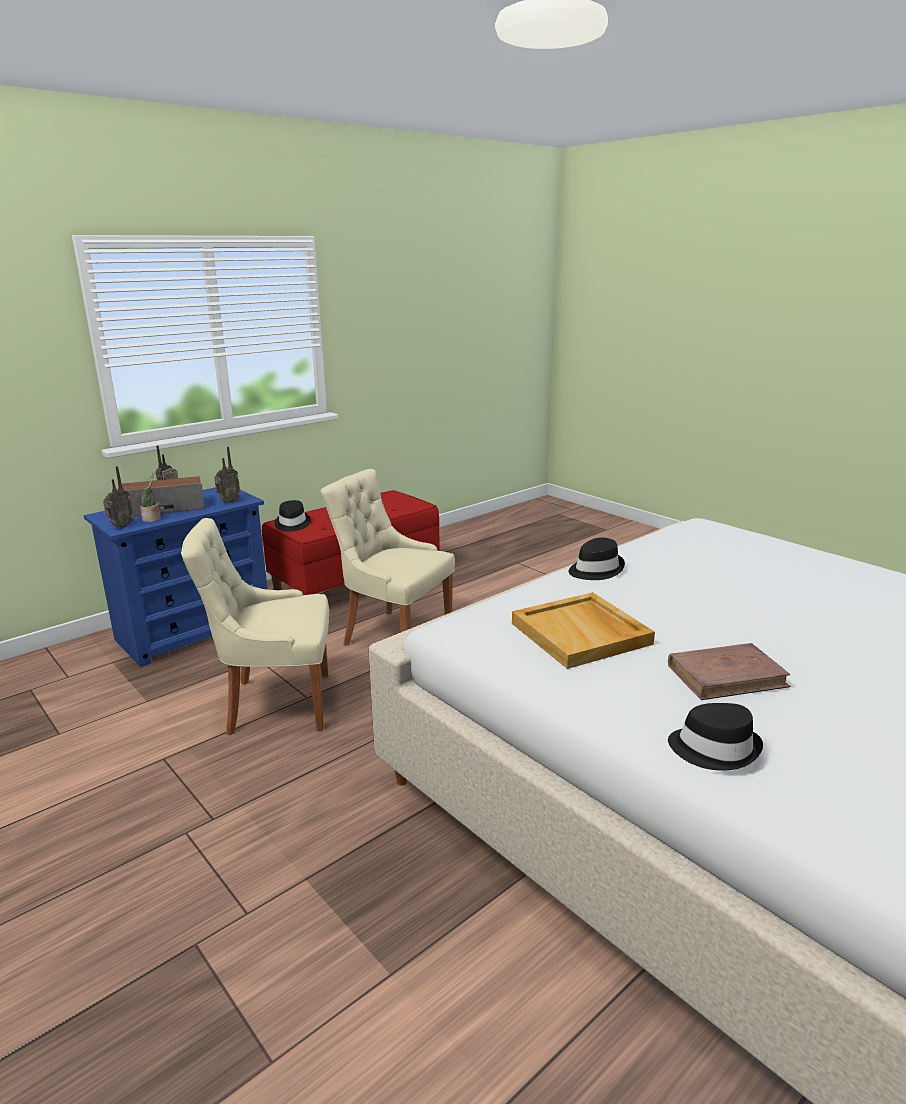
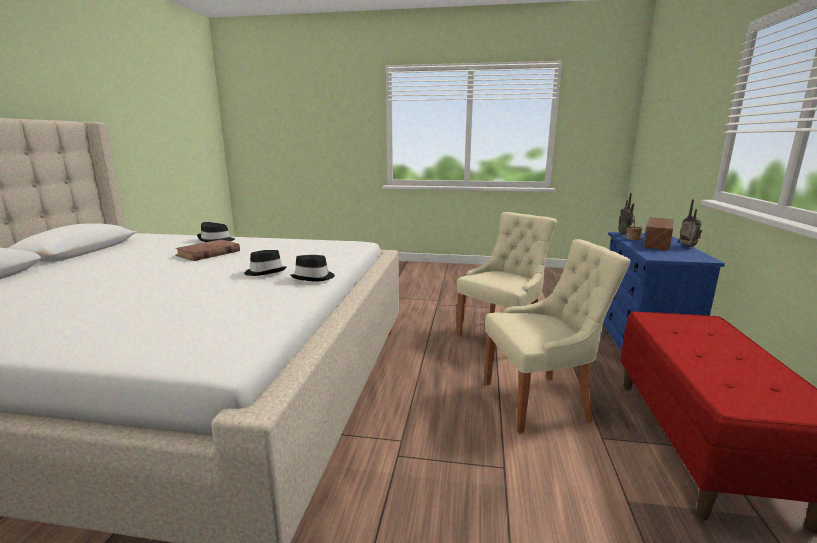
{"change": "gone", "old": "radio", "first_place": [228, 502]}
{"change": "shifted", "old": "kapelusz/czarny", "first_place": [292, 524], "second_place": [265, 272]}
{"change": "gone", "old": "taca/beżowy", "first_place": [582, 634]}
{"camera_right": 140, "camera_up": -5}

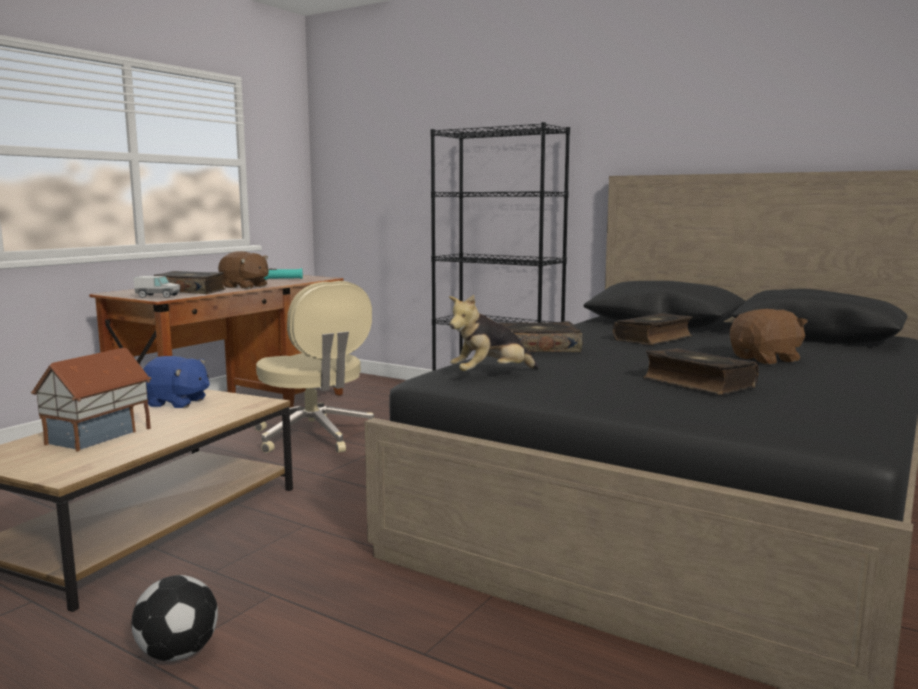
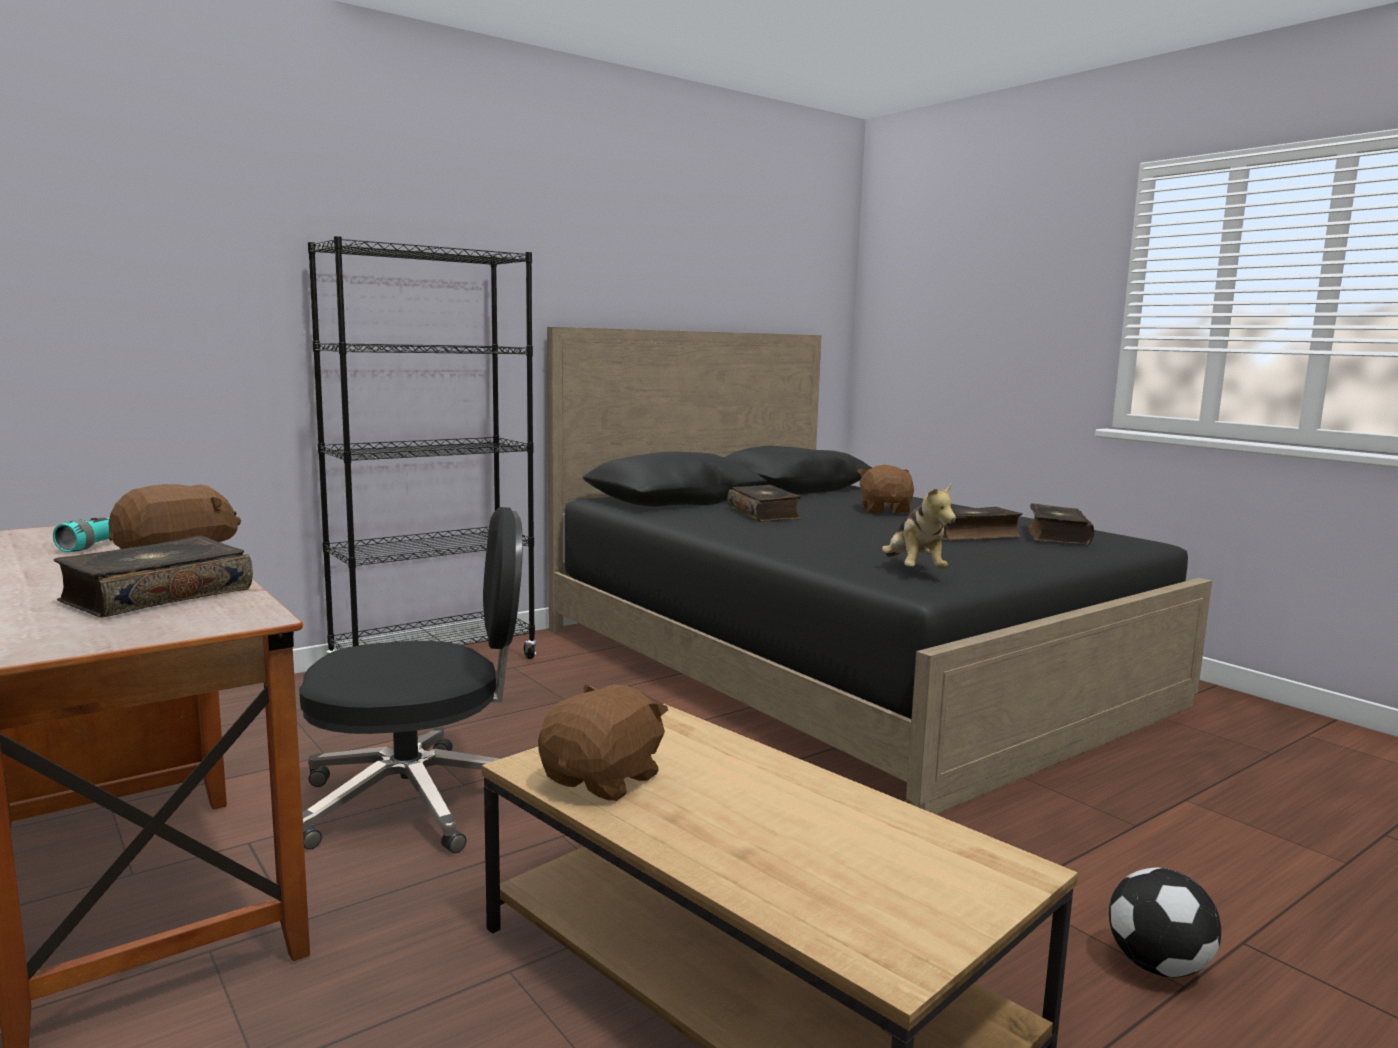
{"change": "gone", "old": "domek", "first_place": [99, 436]}
{"change": "gone", "old": "ciężarówka zabawkowa", "first_place": [158, 296]}
{"change": "repainted", "old": "pluszak/niebieski", "new": "pluszak/brązowy", "first_place": [176, 403], "second_place": [604, 780]}
{"change": "repainted", "old": "krzesło biurowe/beżowy", "new": "krzesło biurowe/czarny", "first_place": [314, 436], "second_place": [418, 801]}
{"change": "shifted", "old": "książka", "first_place": [538, 348], "second_place": [1056, 536]}
{"camera_right": -70, "camera_up": 0}

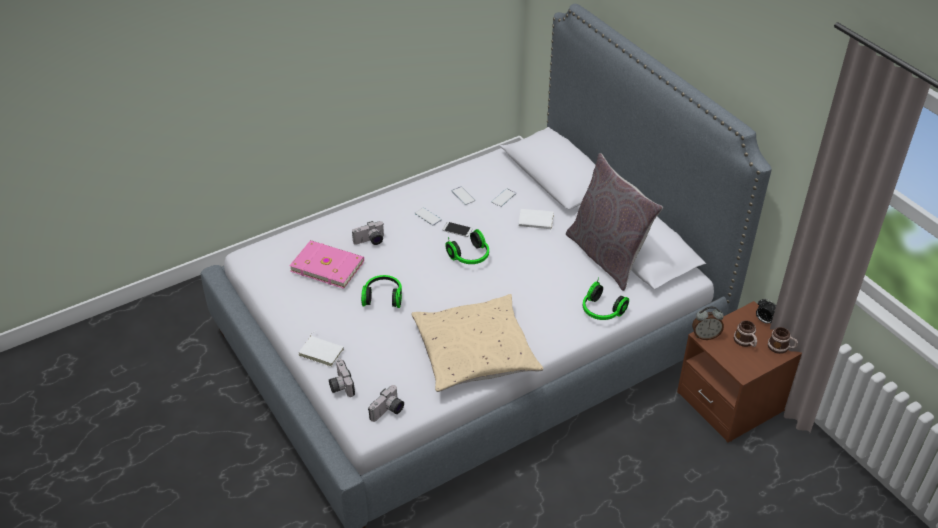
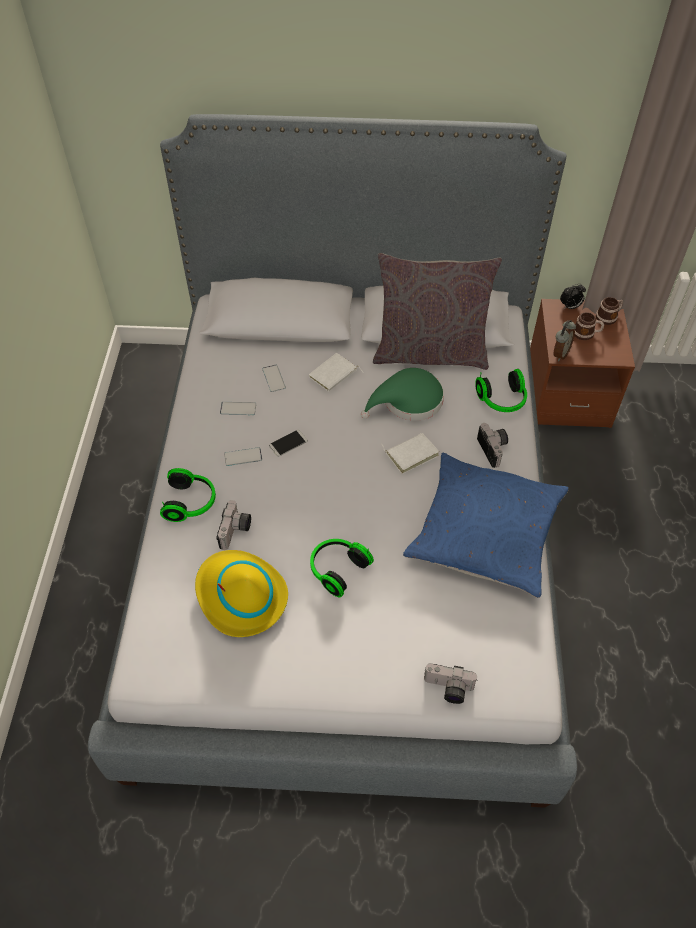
{"change": "swapped", "old": "książka/różowy", "new": "kapelusz/żółty", "first_place": [327, 265], "second_place": [240, 596]}
{"change": "shifted", "old": "książka/biały", "first_place": [322, 351], "second_place": [411, 453]}
{"change": "shifted", "old": "aparat fotograficzny", "first_place": [388, 411], "second_place": [494, 449]}
{"change": "repainted", "old": "poduszka/beżowy", "new": "poduszka/niebieski", "first_place": [475, 352], "second_place": [485, 532]}
{"change": "shifted", "old": "słuchawki", "first_place": [470, 257], "second_place": [191, 502]}
{"change": "new", "new": "kapelusz/zielony", "second_place": [408, 402]}
{"camera_right": -55, "camera_up": 10}

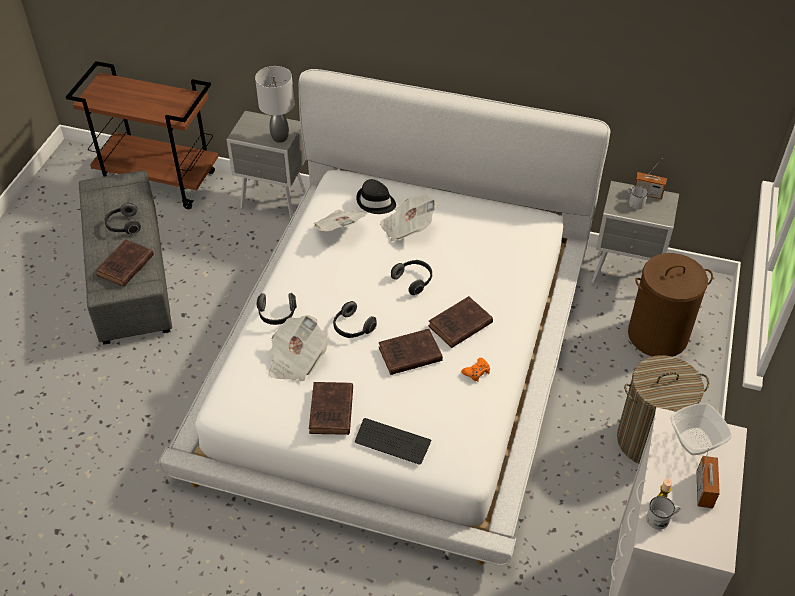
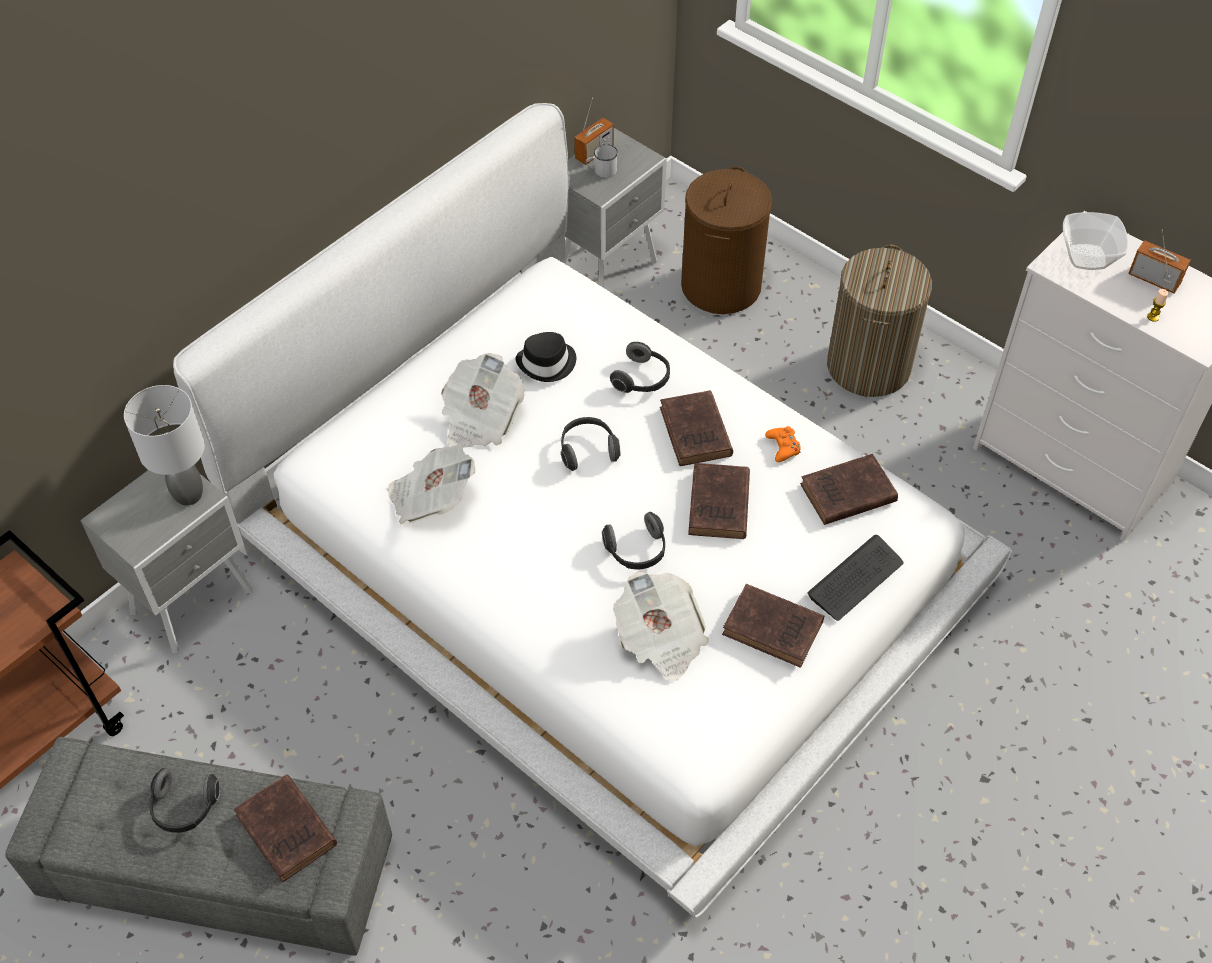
{"change": "shifted", "old": "słuchawki", "first_place": [277, 315], "second_place": [642, 379]}
{"change": "shifted", "old": "kapelusz/czarny", "first_place": [375, 202], "second_place": [547, 363]}
{"change": "gone", "old": "kubek/biały", "first_place": [661, 519]}
{"change": "new", "new": "książka/brązowy", "second_place": [845, 494]}
{"camera_right": -65, "camera_up": 5}

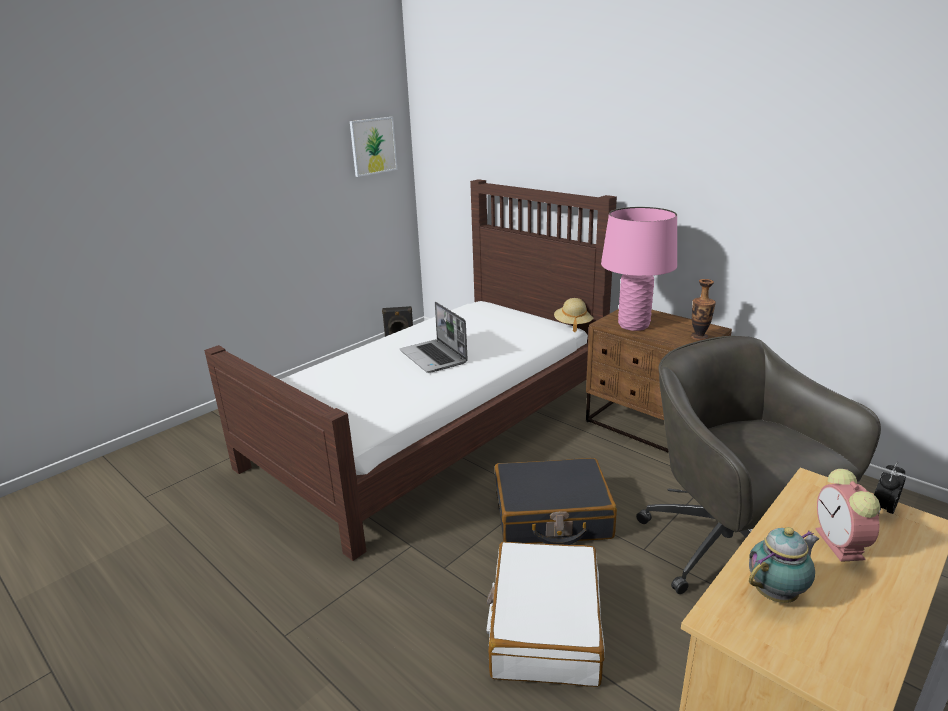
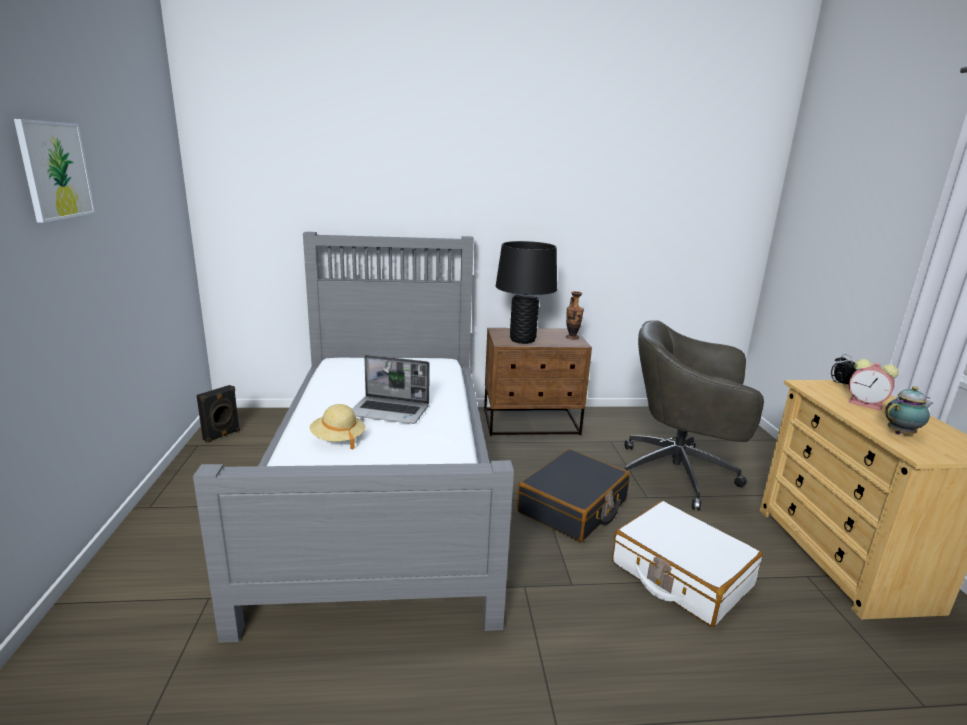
{"change": "repainted", "old": "łóżko/brązowy", "new": "łóżko/szary", "first_place": [436, 425], "second_place": [383, 487]}
{"change": "shifted", "old": "obraz", "first_place": [373, 146], "second_place": [55, 170]}
{"change": "shifted", "old": "kapelusz/beżowy", "first_place": [573, 324], "second_place": [338, 439]}
{"change": "repainted", "old": "lampa stołowa/różowy", "new": "lampa stołowa/czarny", "first_place": [633, 325], "second_place": [522, 340]}
{"change": "rotated", "old": "imbryk", "first_place": [777, 593], "second_place": [902, 433], "degrees": 60}
{"camera_right": -50, "camera_up": -5}

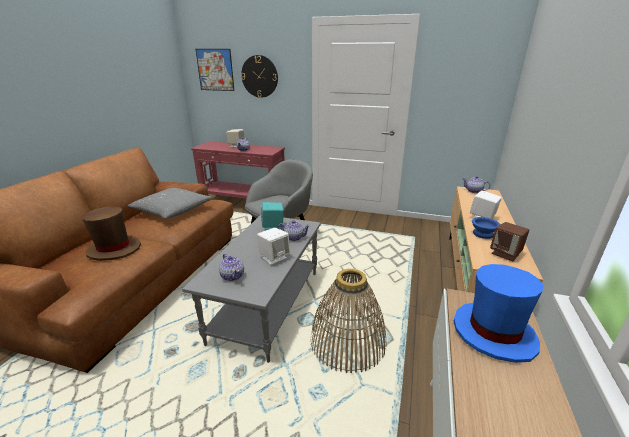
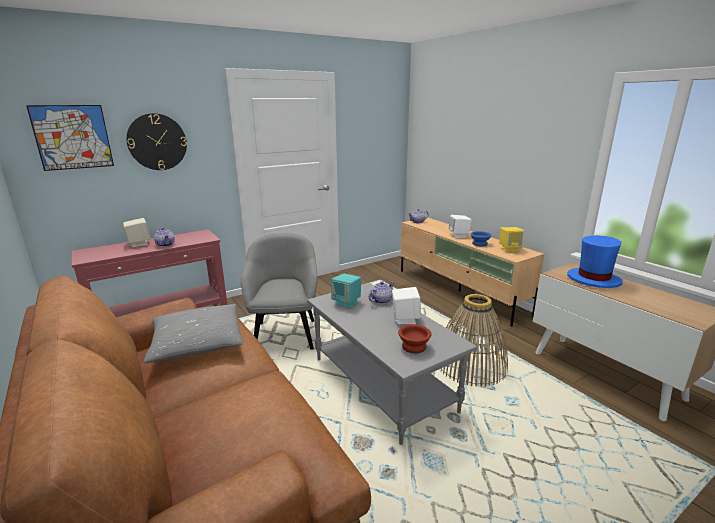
{"change": "gone", "old": "kapelusz/brązowy", "first_place": [114, 249]}
{"change": "swapped", "old": "imbryk", "new": "miska/brązowy", "first_place": [232, 276], "second_place": [413, 346]}
{"change": "repainted", "old": "głośnik/brązowy", "new": "głośnik/żółty", "first_place": [505, 254], "second_place": [509, 249]}
{"camera_right": -50, "camera_up": -5}

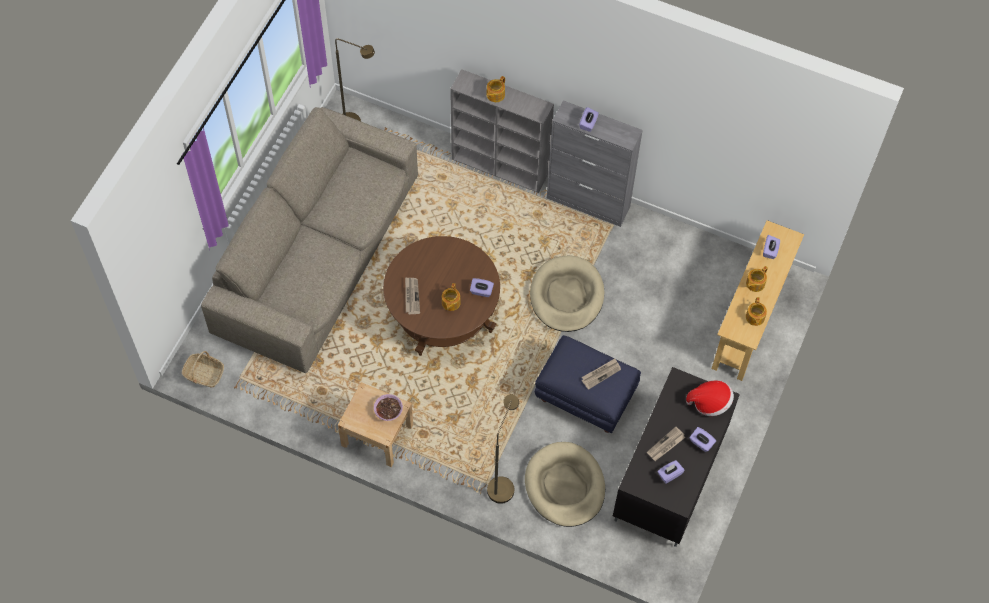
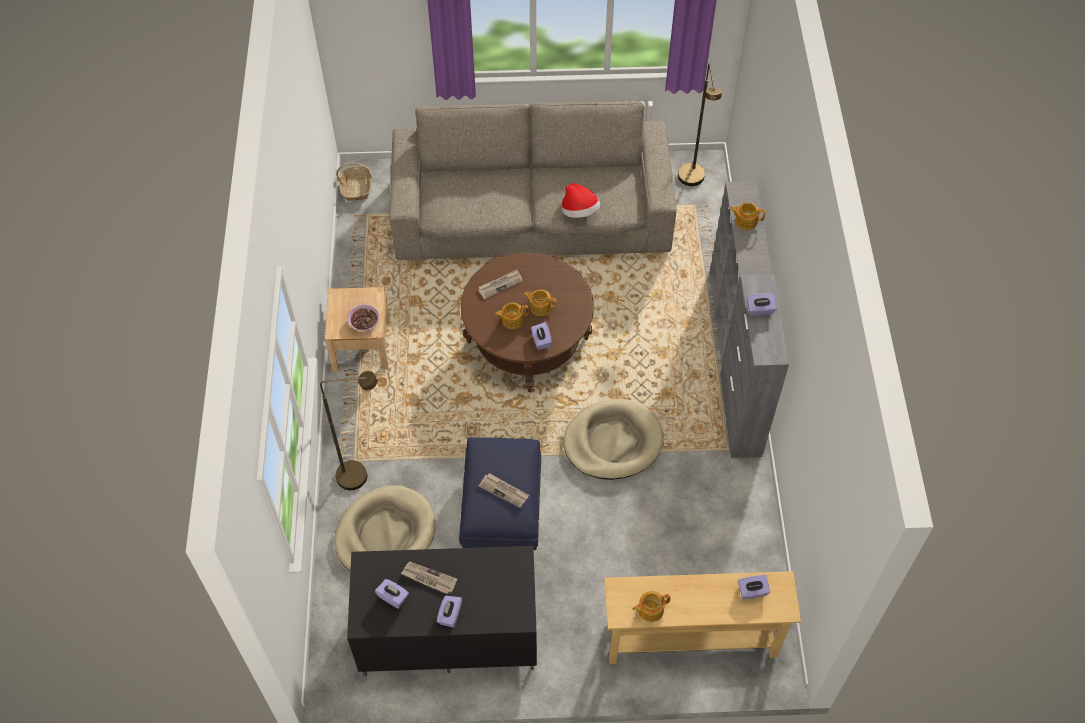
{"change": "shifted", "old": "kapelusz", "first_place": [710, 402], "second_place": [579, 212]}
{"change": "shifted", "old": "imbryk", "first_place": [754, 283], "second_place": [540, 307]}
{"camera_right": 65, "camera_up": -5}

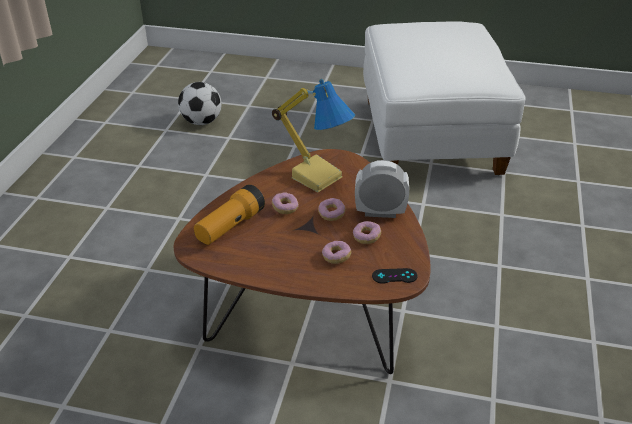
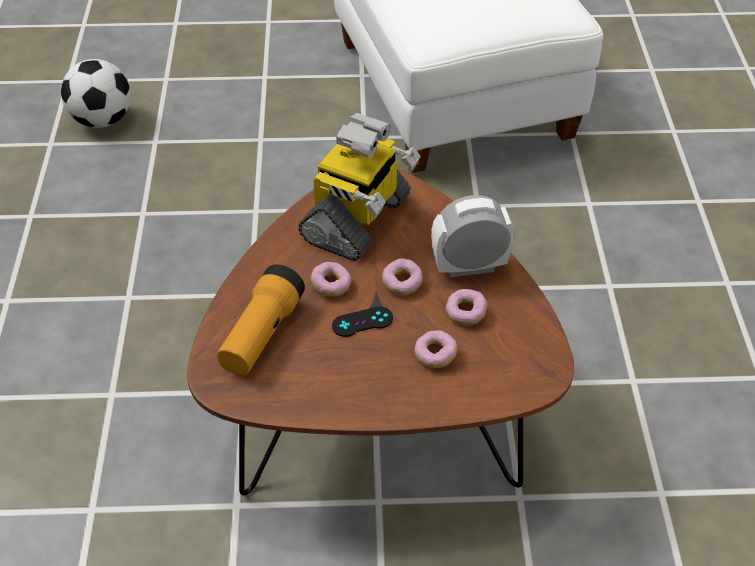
{"change": "swapped", "old": "lampa stołowa", "new": "robot zabawkowy", "first_place": [317, 176], "second_place": [358, 220]}
{"change": "shifted", "old": "pad do gier/czarny", "first_place": [394, 276], "second_place": [362, 322]}
{"camera_right": -15, "camera_up": 10}

